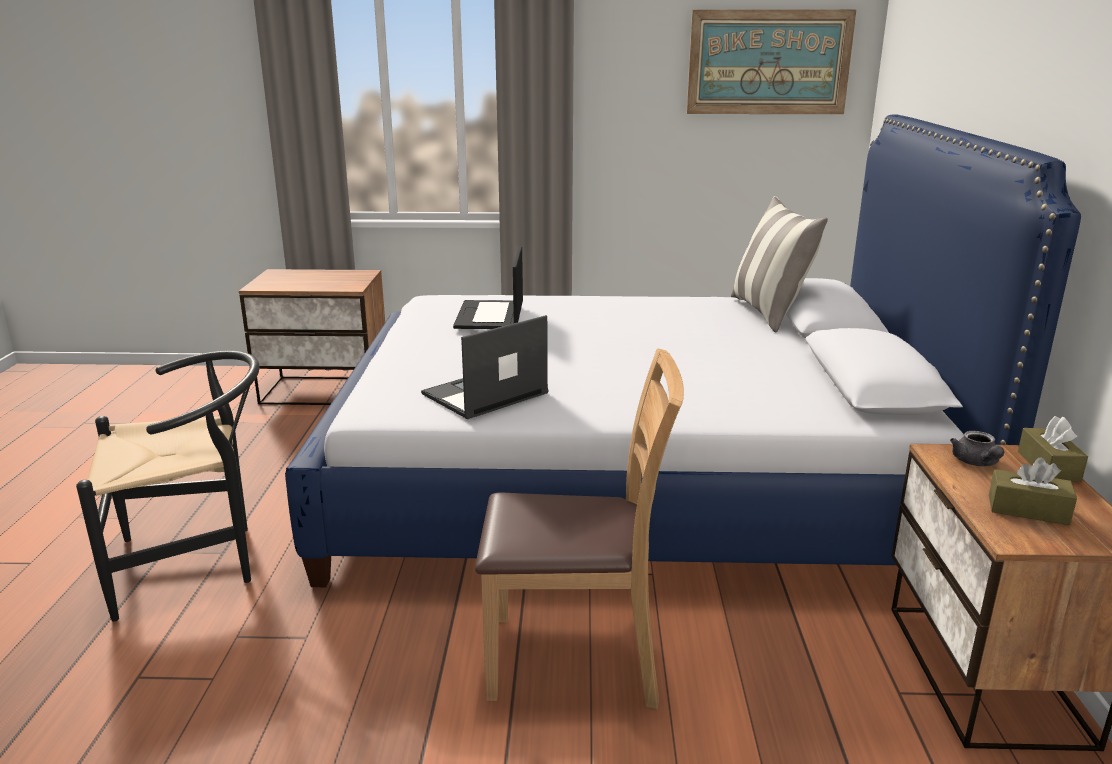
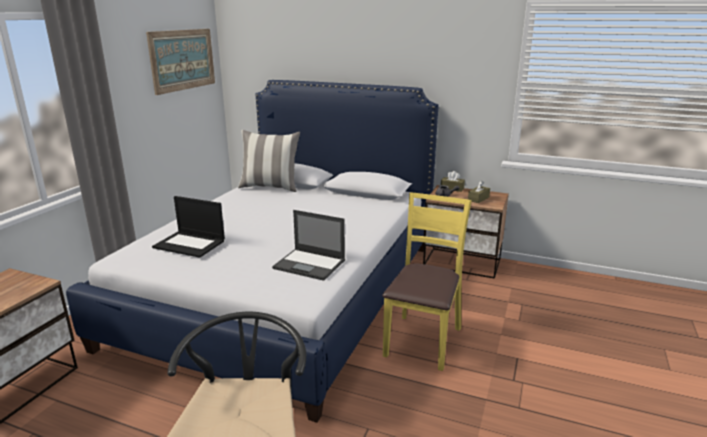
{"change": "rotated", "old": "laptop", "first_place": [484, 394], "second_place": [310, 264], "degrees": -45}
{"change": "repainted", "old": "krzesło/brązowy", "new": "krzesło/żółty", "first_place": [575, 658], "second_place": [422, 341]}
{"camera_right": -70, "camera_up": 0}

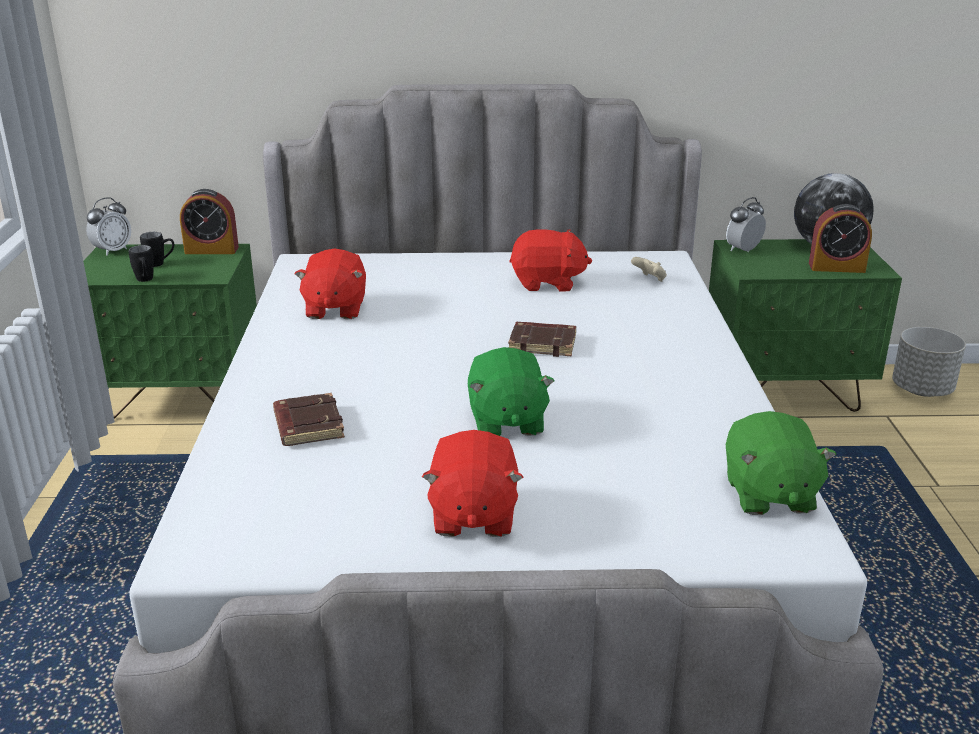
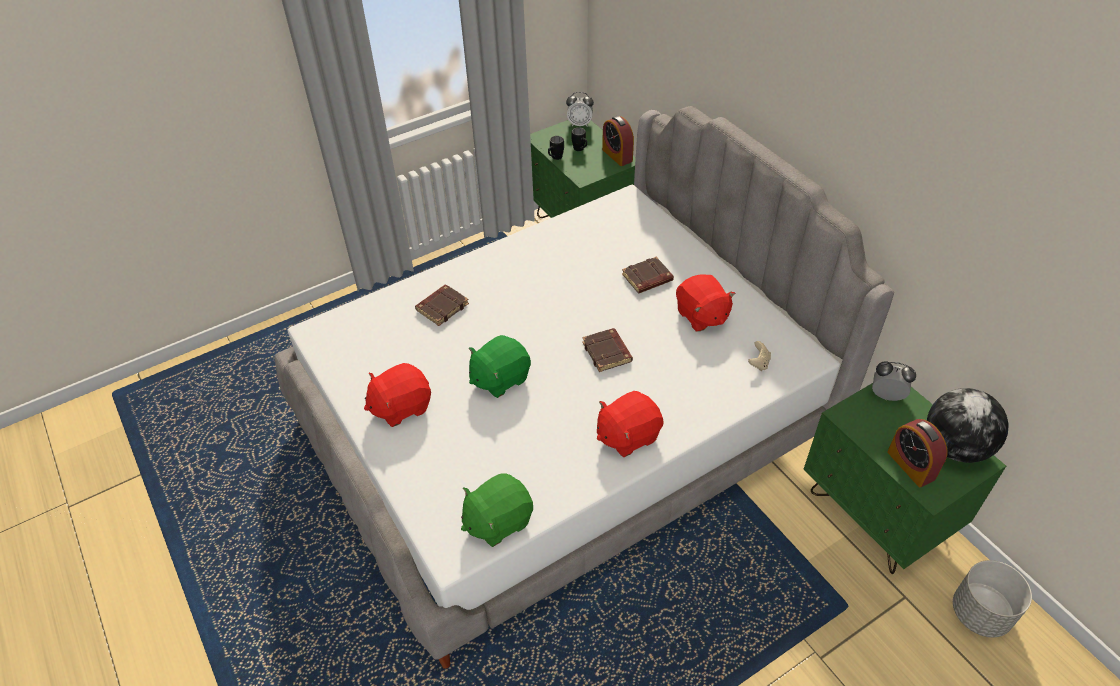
{"change": "shifted", "old": "pluszak/czerwony", "first_place": [334, 309], "second_place": [627, 435]}
{"change": "new", "new": "książka/brązowy", "second_place": [647, 279]}
{"camera_right": 60, "camera_up": 20}

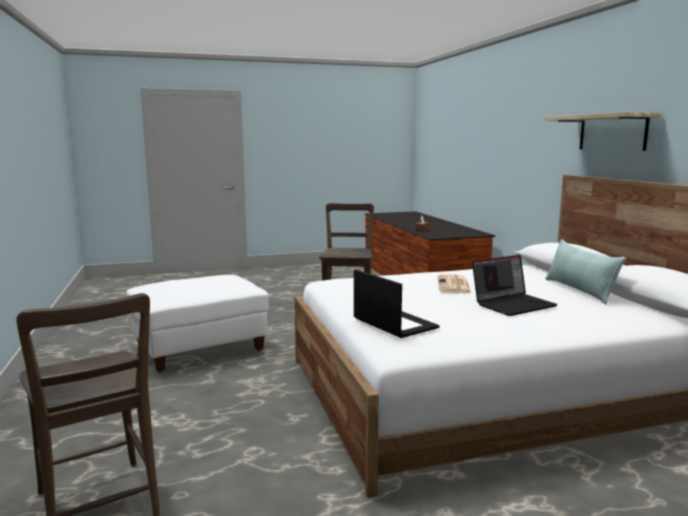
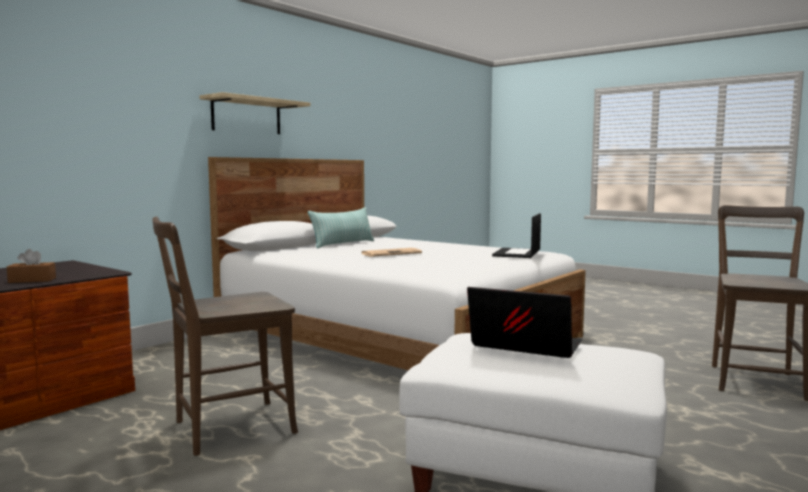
{"change": "shifted", "old": "laptop", "first_place": [513, 304], "second_place": [523, 347]}
{"camera_right": -125, "camera_up": -5}

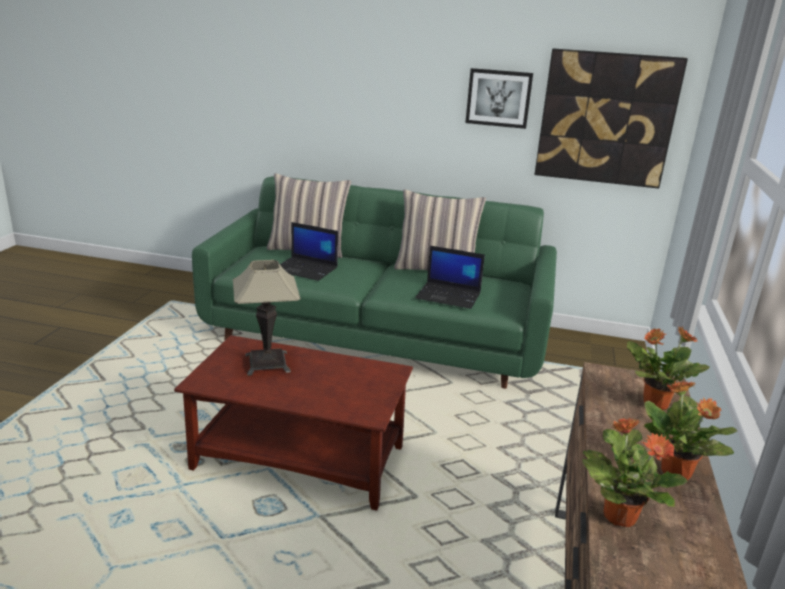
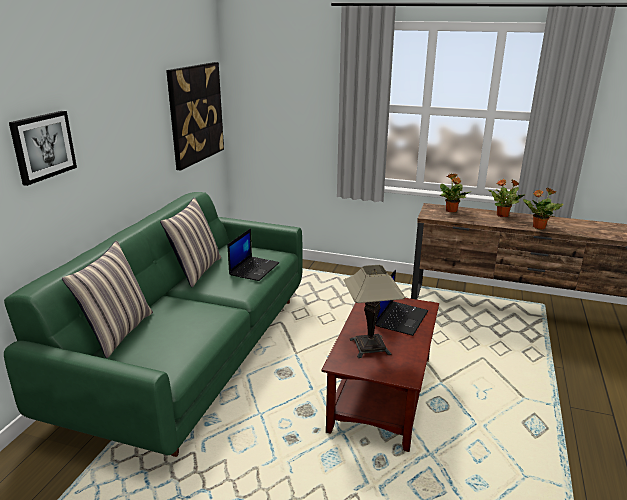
{"change": "shifted", "old": "laptop", "first_place": [306, 269], "second_place": [401, 318]}
{"change": "shifted", "old": "obraz", "first_place": [498, 98], "second_place": [43, 146]}
{"camera_right": -85, "camera_up": 0}

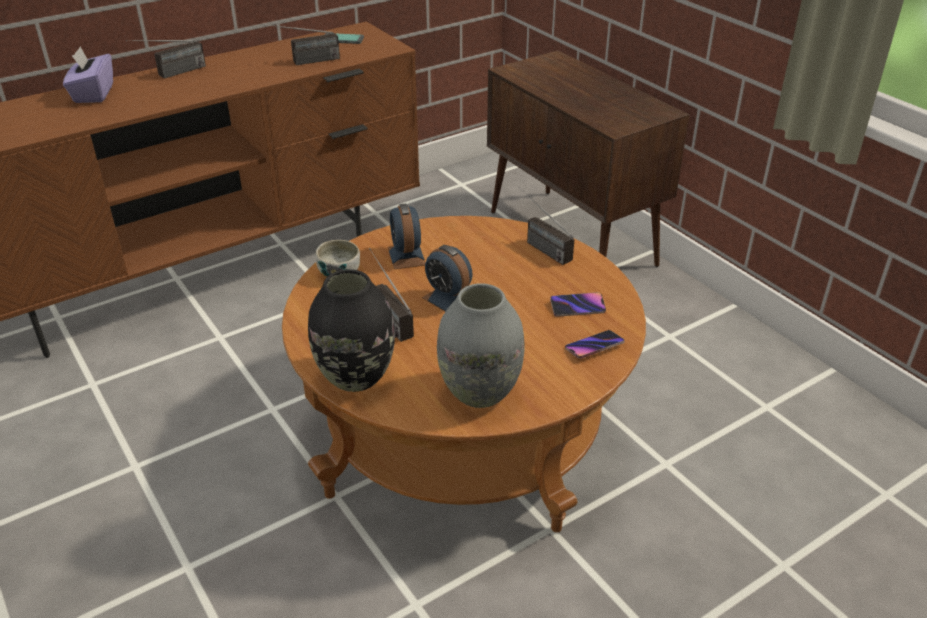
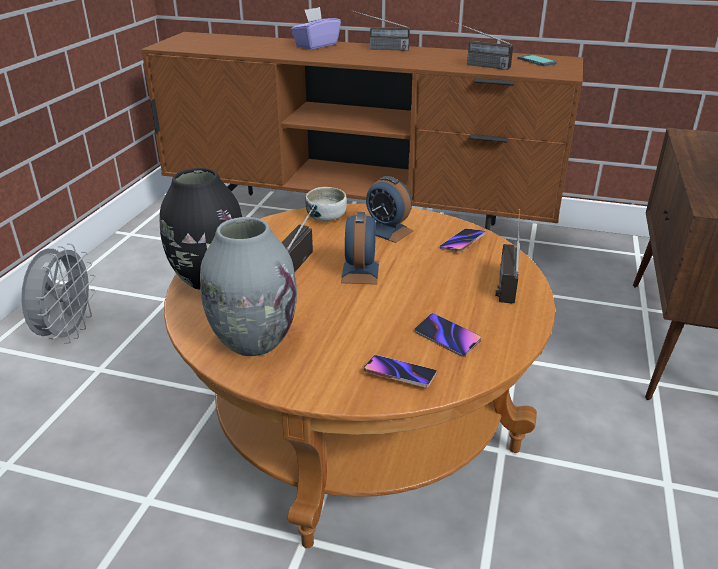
{"change": "rotated", "old": "budzik", "first_place": [406, 256], "second_place": [388, 231], "degrees": -90}
{"change": "new", "new": "wentylator/szary", "second_place": [68, 333]}
{"change": "new", "new": "telefon", "second_place": [462, 242]}
{"camera_right": 50, "camera_up": -5}

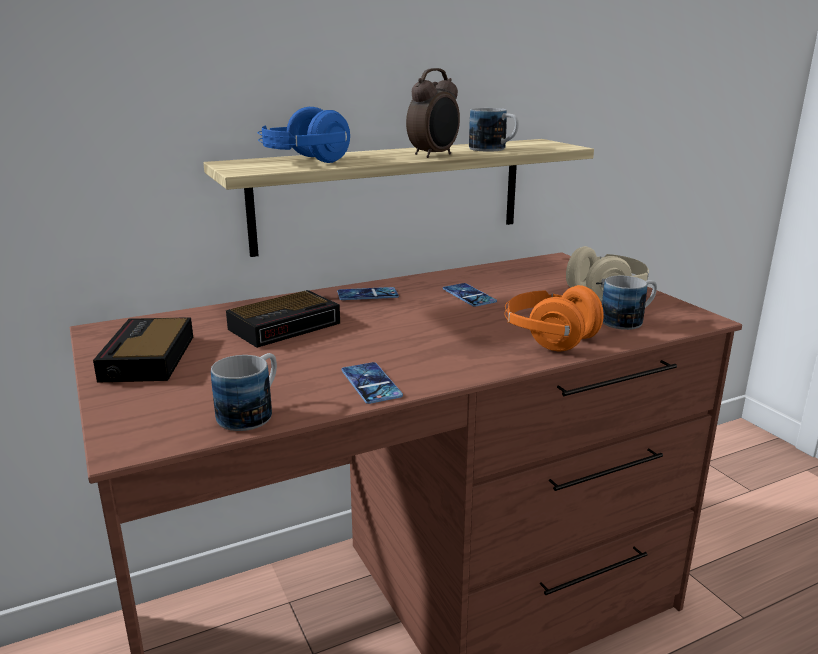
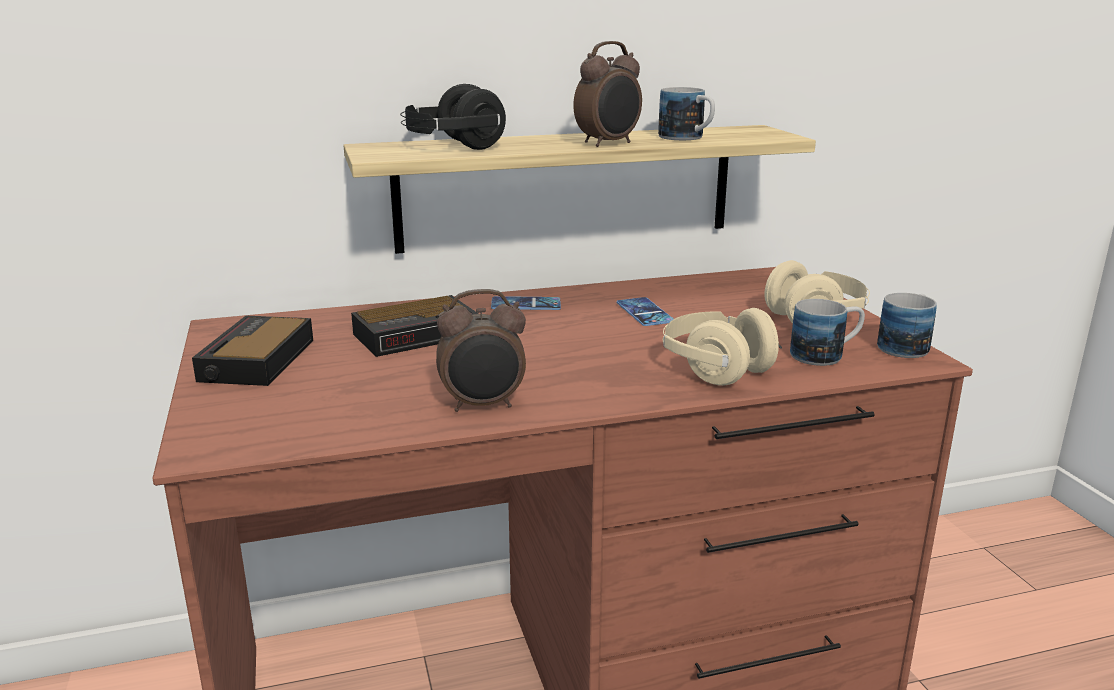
{"change": "shifted", "old": "kubek", "first_place": [253, 412], "second_place": [906, 345]}
{"change": "repainted", "old": "słuchawki/niebieski", "new": "słuchawki/czarny", "first_place": [304, 161], "second_place": [452, 147]}
{"change": "swapped", "old": "telefon", "new": "budzik", "first_place": [371, 383], "second_place": [483, 405]}
{"change": "repainted", "old": "słuchawki/pomarańczowy", "new": "słuchawki/beżowy", "first_place": [549, 338], "second_place": [716, 369]}
{"camera_right": 10, "camera_up": 0}

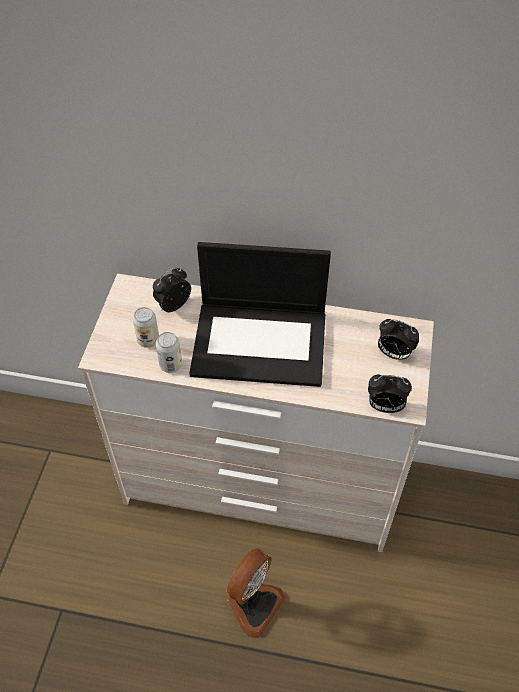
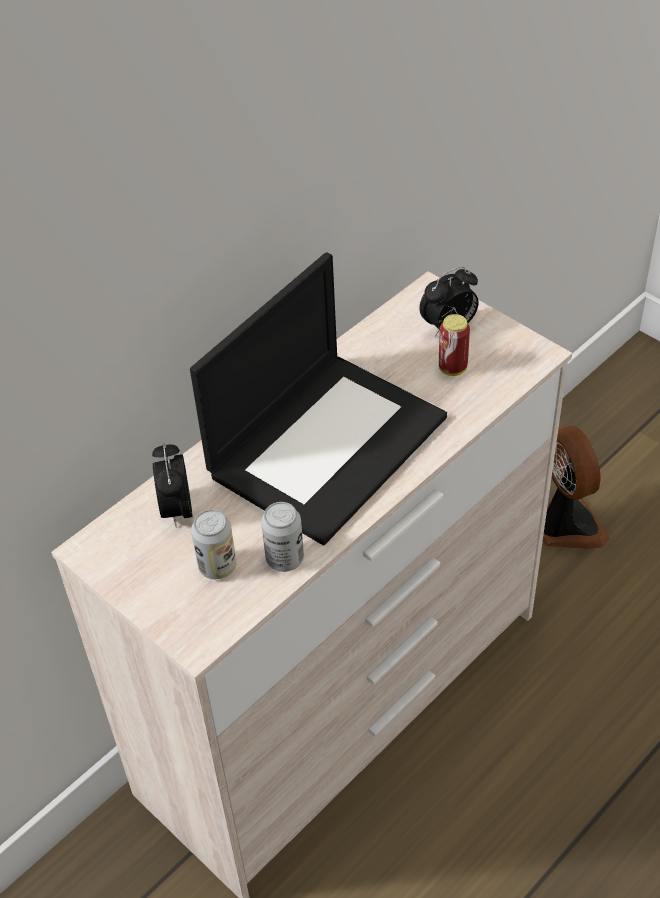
{"change": "shifted", "old": "wentylator", "first_place": [252, 604], "second_place": [565, 526]}
{"change": "gone", "old": "budzik", "first_place": [384, 406]}
{"change": "new", "new": "puszka", "second_place": [452, 368]}
{"camera_right": -55, "camera_up": -5}

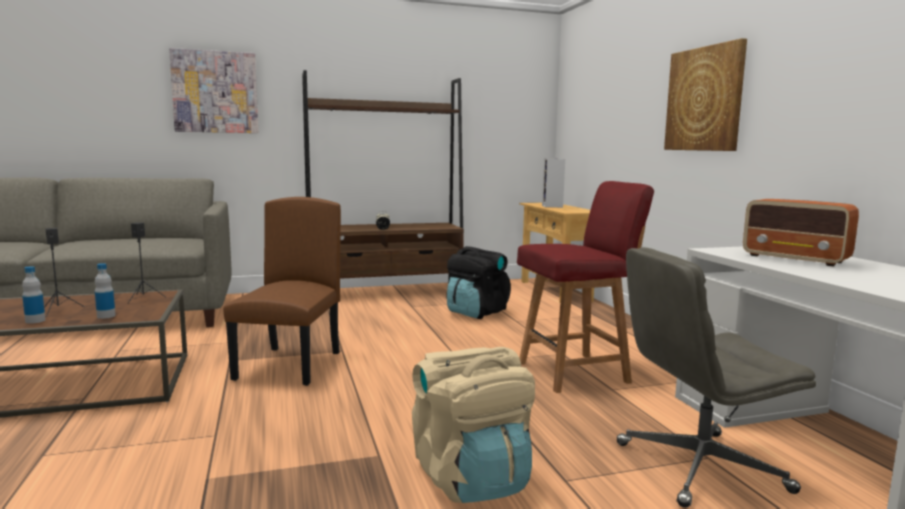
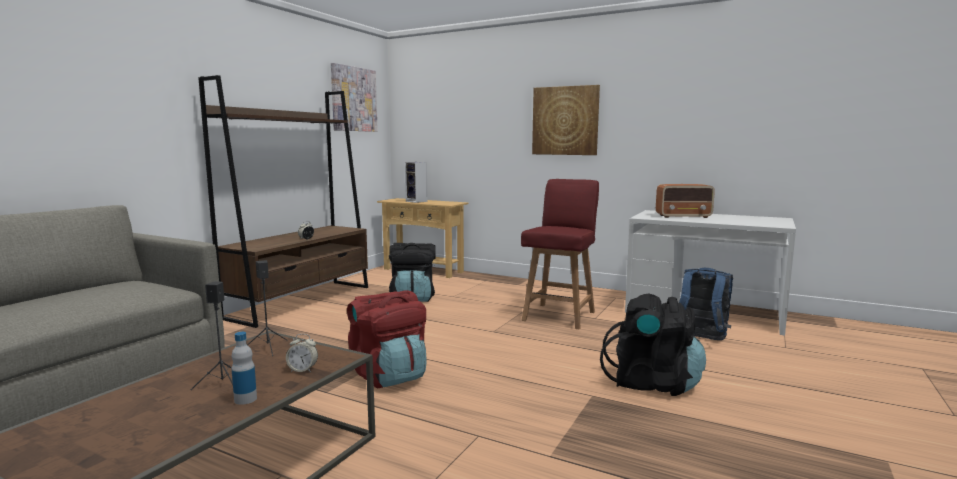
{"change": "swapped", "old": "butelka", "new": "budzik", "first_place": [106, 316], "second_place": [303, 370]}
{"change": "shifted", "old": "obraz", "first_place": [215, 92], "second_place": [353, 99]}
{"change": "swapped", "old": "krzesło/brązowy", "new": "plecak/czerwony", "first_place": [290, 365], "second_place": [389, 375]}
{"change": "repainted", "old": "plecak/beżowy", "new": "plecak/czarny", "first_place": [471, 478], "second_place": [652, 383]}
{"change": "swapped", "old": "krzesło biurowe/szary", "new": "plecak/niebieski", "first_place": [699, 468], "second_place": [701, 338]}
{"camera_right": -45, "camera_up": 0}

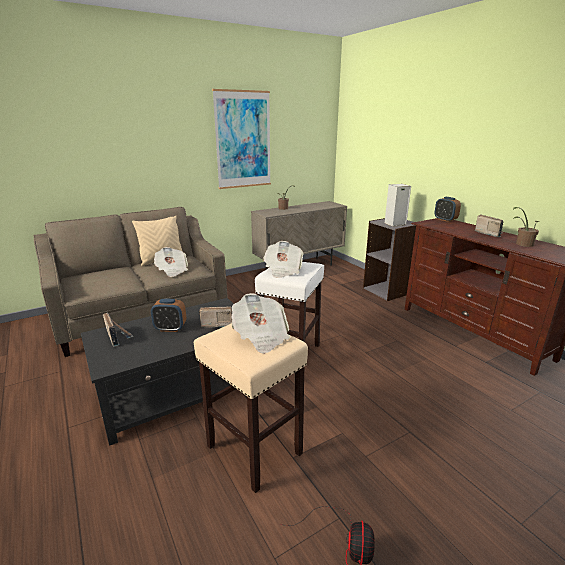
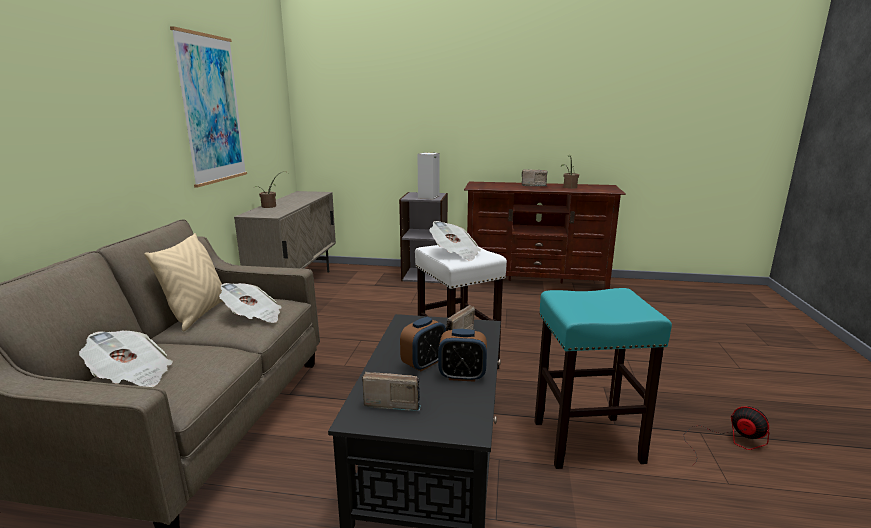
{"change": "repainted", "old": "stołek/beżowy", "new": "stołek/turkusowy", "first_place": [253, 449], "second_place": [585, 441]}
{"change": "shifted", "old": "gazeta", "first_place": [261, 336], "second_place": [132, 376]}
{"change": "shifted", "old": "budzik", "first_place": [445, 220], "second_place": [462, 376]}
{"camera_right": -50, "camera_up": -5}

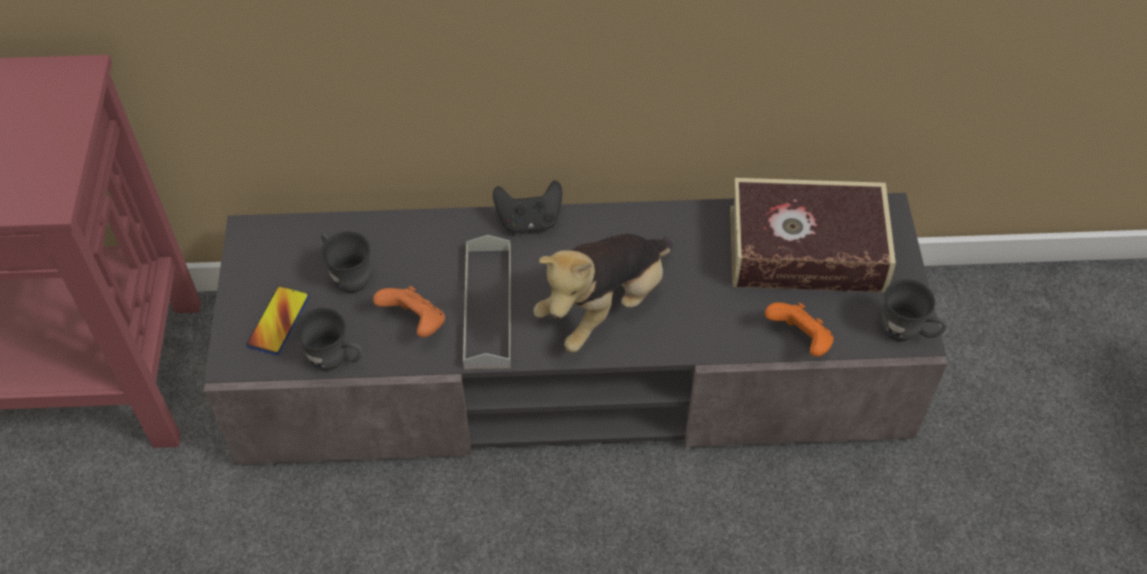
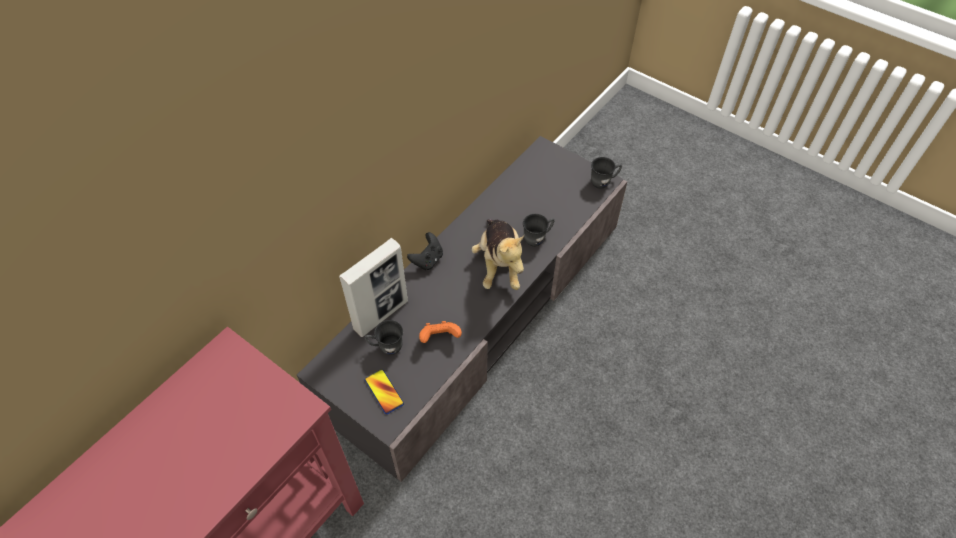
{"change": "shifted", "old": "kubek/szary", "first_place": [336, 360], "second_place": [538, 238]}
{"change": "gone", "old": "taca/szary", "first_place": [488, 307]}
{"change": "gone", "old": "książka", "first_place": [806, 250]}
{"change": "gone", "old": "pad do gier/pomarańczowy", "first_place": [799, 340]}
{"change": "new", "new": "ramka na zdjęcie", "second_place": [381, 315]}
{"camera_right": -50, "camera_up": 0}

